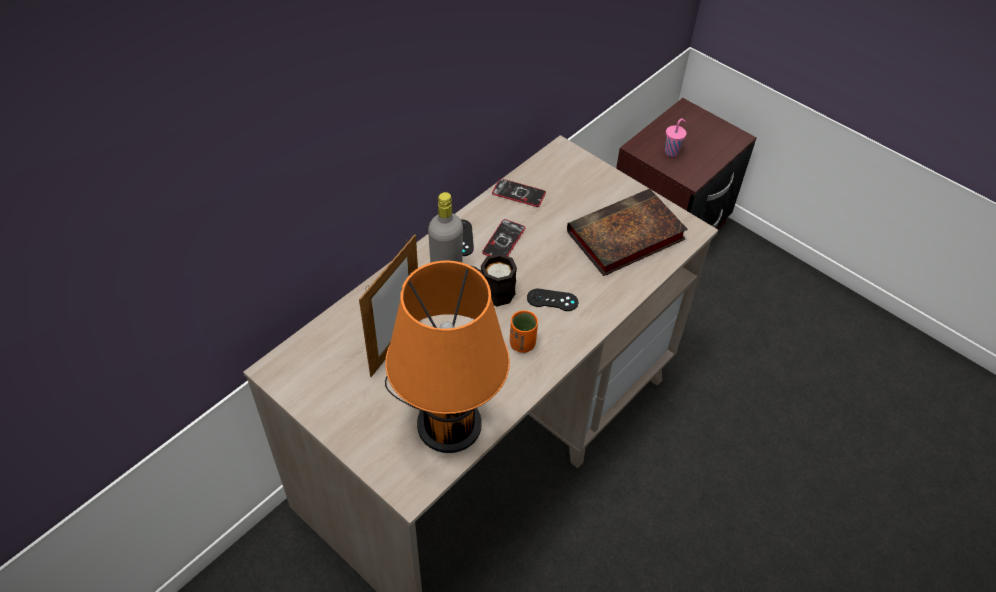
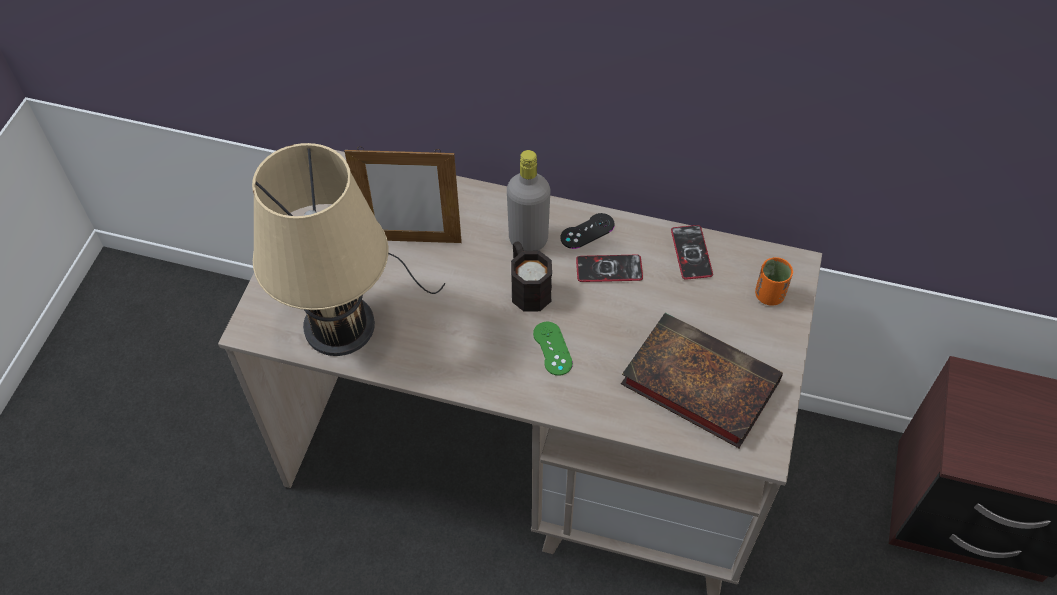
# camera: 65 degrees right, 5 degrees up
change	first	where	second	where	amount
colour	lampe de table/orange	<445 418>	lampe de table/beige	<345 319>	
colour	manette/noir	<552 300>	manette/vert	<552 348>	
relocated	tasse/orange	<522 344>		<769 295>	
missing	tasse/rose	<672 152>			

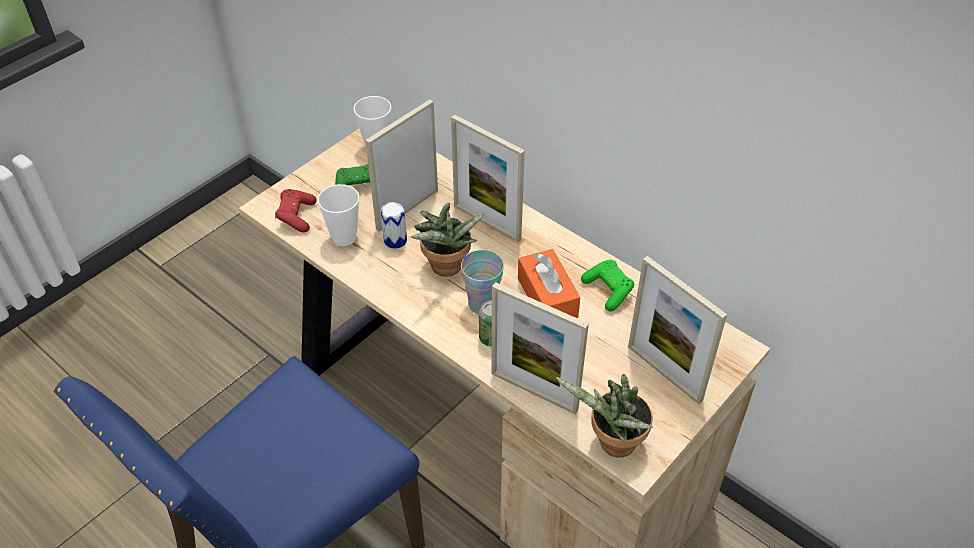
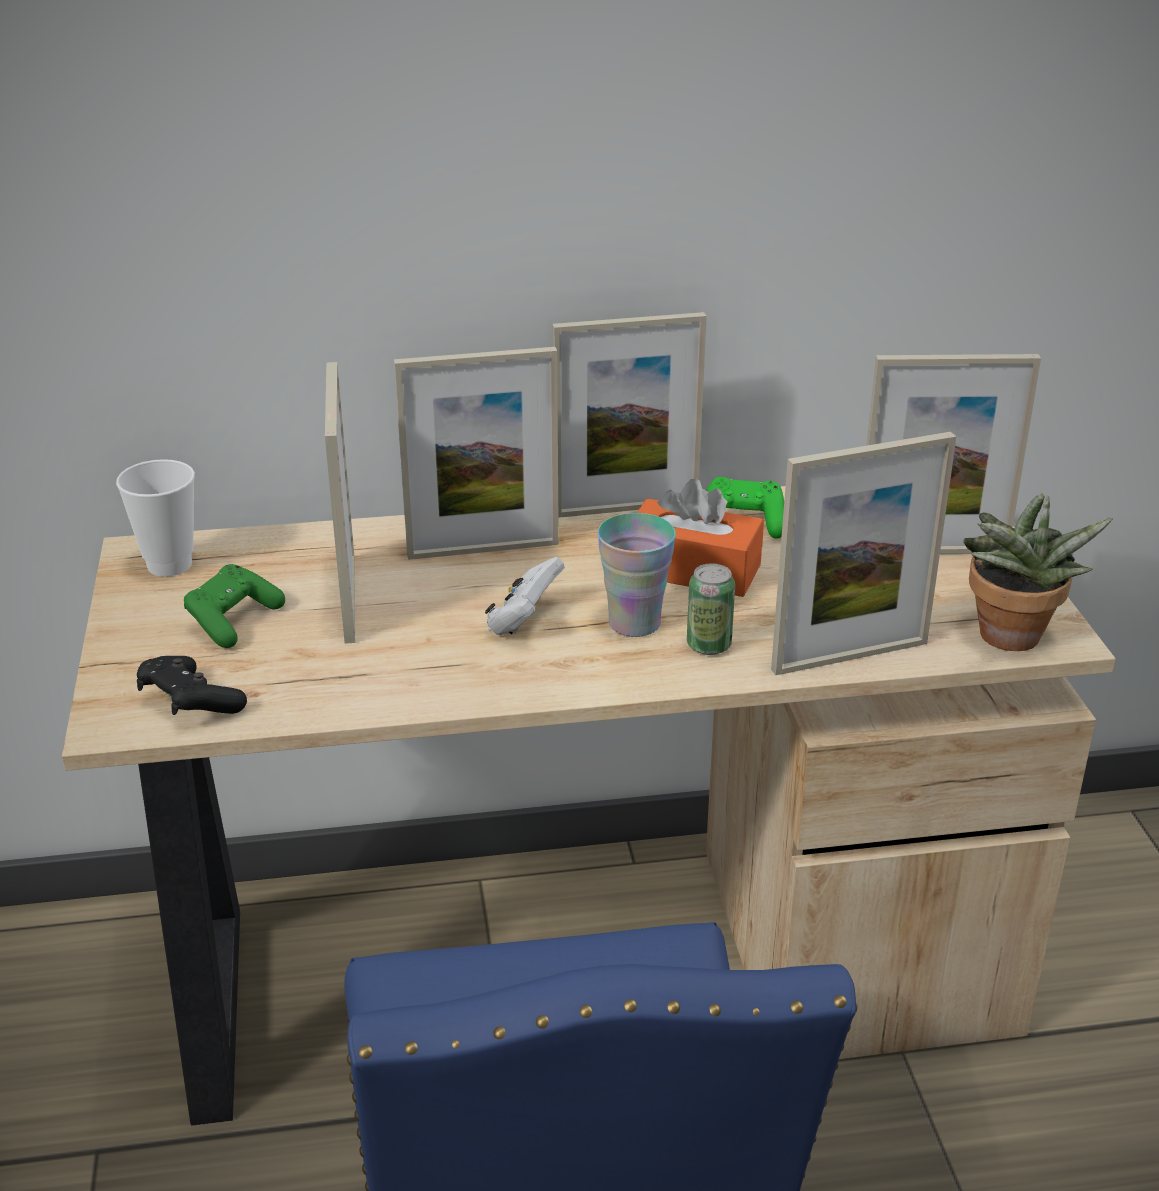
# camera: 50 degrees left, 15 degrees down
change	first	where	second	where	amount
colour	manette/rouge	<296 216>	manette/noir	<190 704>	
exchanged	plante en pot	<446 269>	manette/blanc	<524 621>	
appeared			cadre photo	<626 508>	
missing	tasse	<344 237>			
missing	boîte métallique	<395 240>			

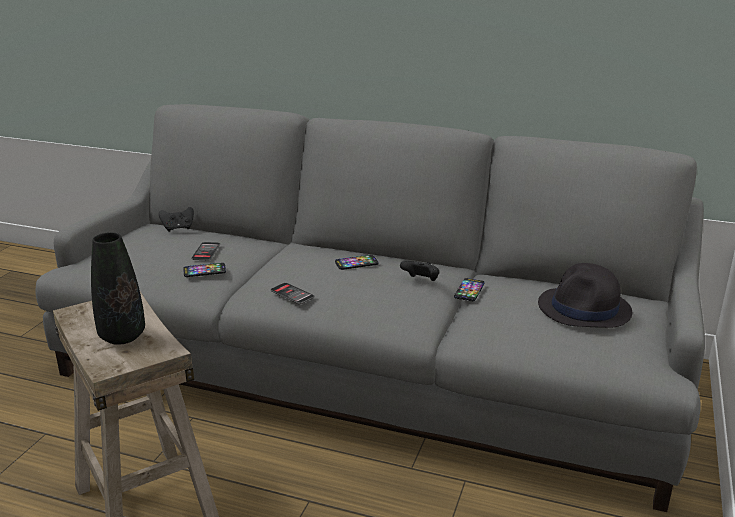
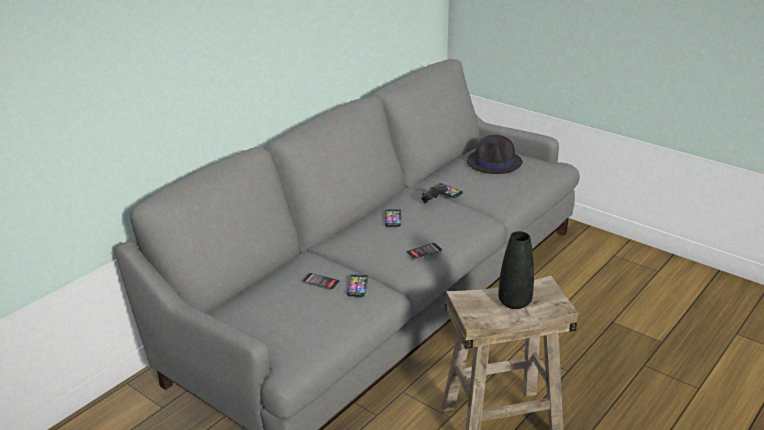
# camera: 70 degrees left, 5 degrees up
change	first	where	second	where	amount
missing	manette/noir	<178 228>			

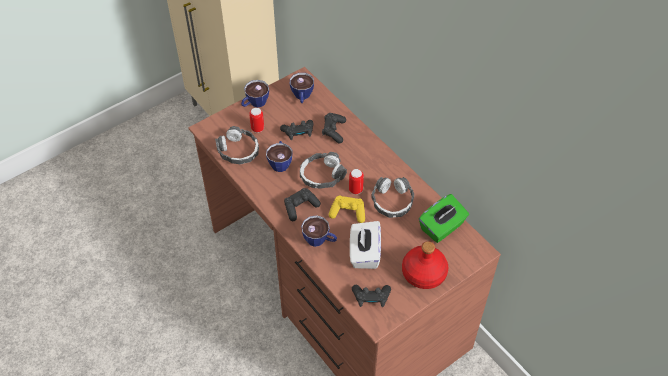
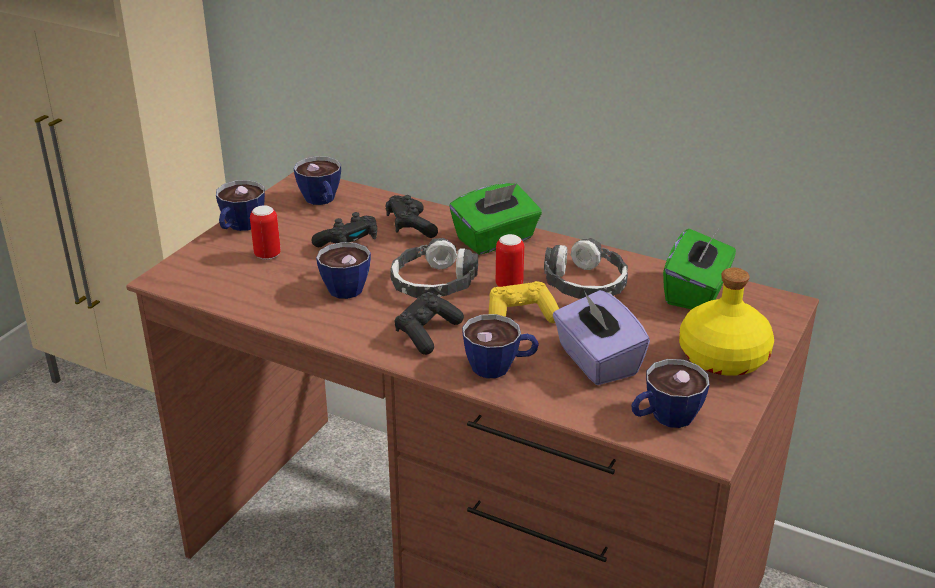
# camera: 25 degrees left, 20 degrees down
change	first	where	second	where	amount
appeared			boîte à mouchoirs/vert	<495 240>	
colour	boîte à mouchoirs/blanc	<364 253>	boîte à mouchoirs/violet	<596 361>	
exchanged	manette/noir	<371 298>	tasse	<664 418>	
colour	bouteille/rouge	<423 273>	bouteille/jaune	<722 357>	
missing	casque audio	<238 151>			

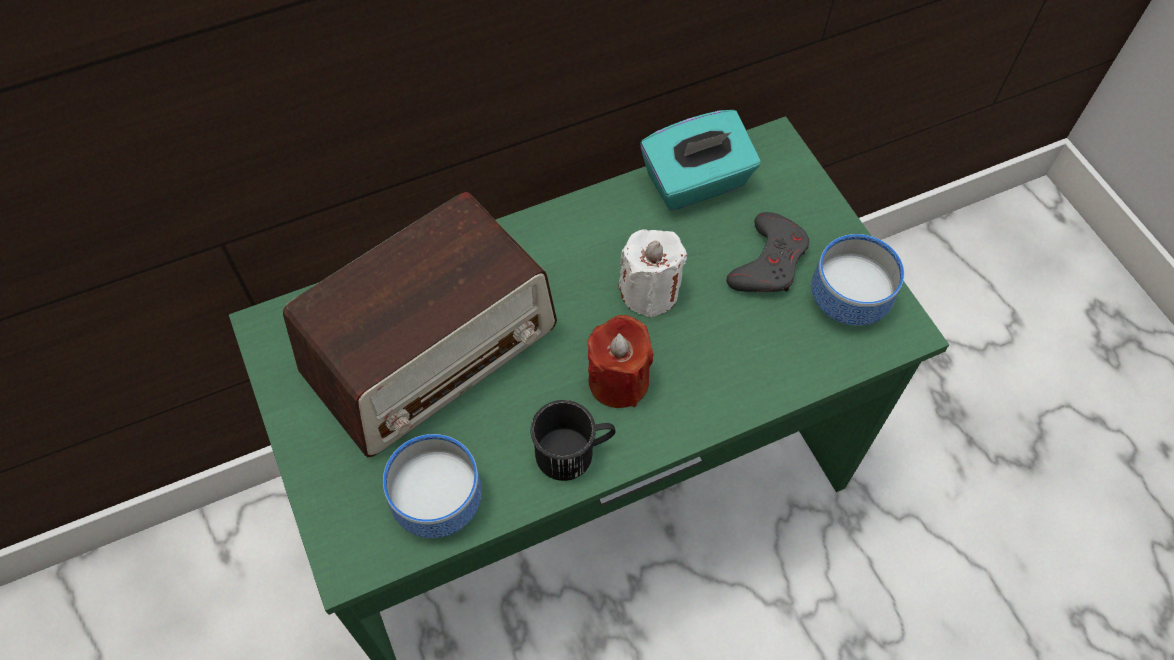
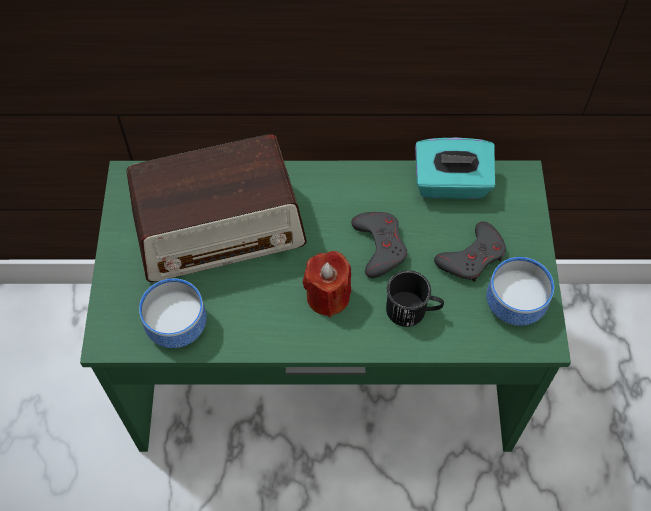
# camera: 25 degrees right, 0 degrees up
change	first	where	second	where	amount
exchanged	bougie/blanc	<649 291>	manette/gris	<379 246>	
relocated	mug/noir	<573 452>		<412 310>	

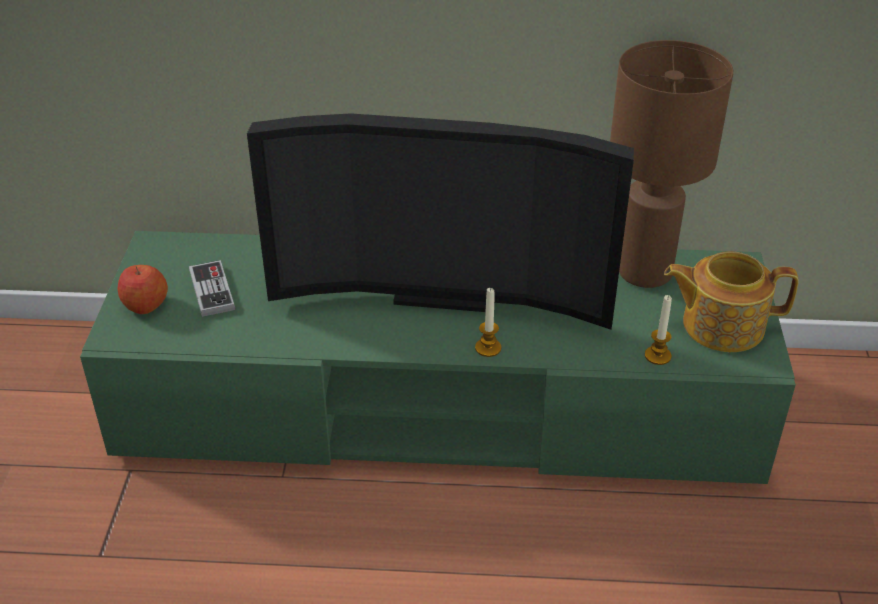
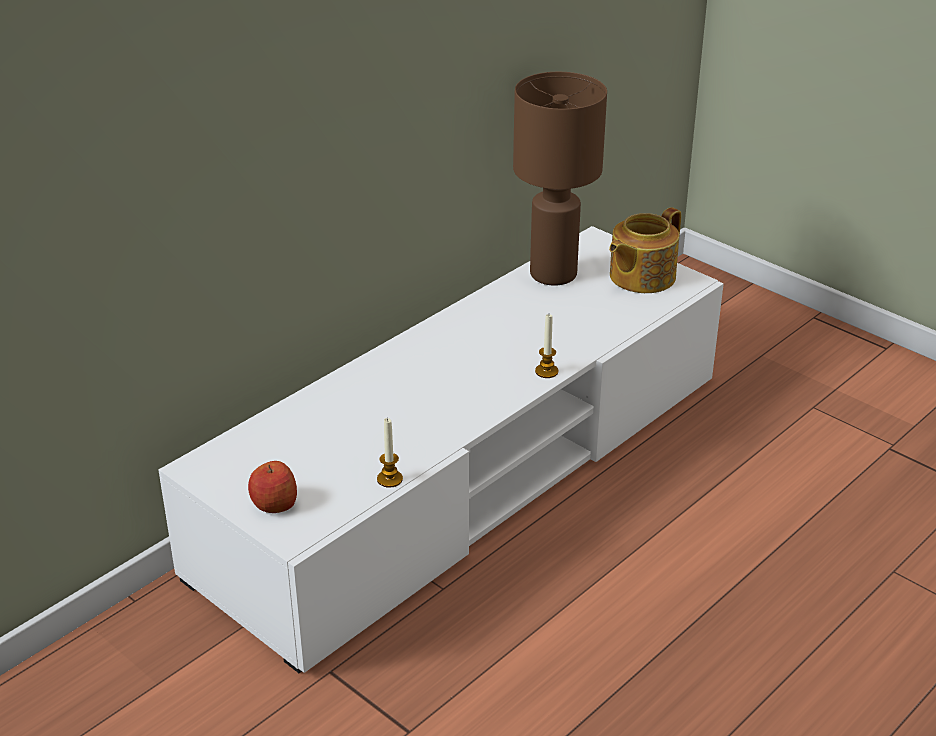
# camera: 50 degrees left, 5 degrees down
change	first	where	second	where	amount
colour	meuble télé/vert	<439 406>	meuble télé/blanc	<468 474>	
relocated	bougie	<657 356>		<389 479>	
missing	manette	<212 290>			
missing	téléviseur	<444 289>			

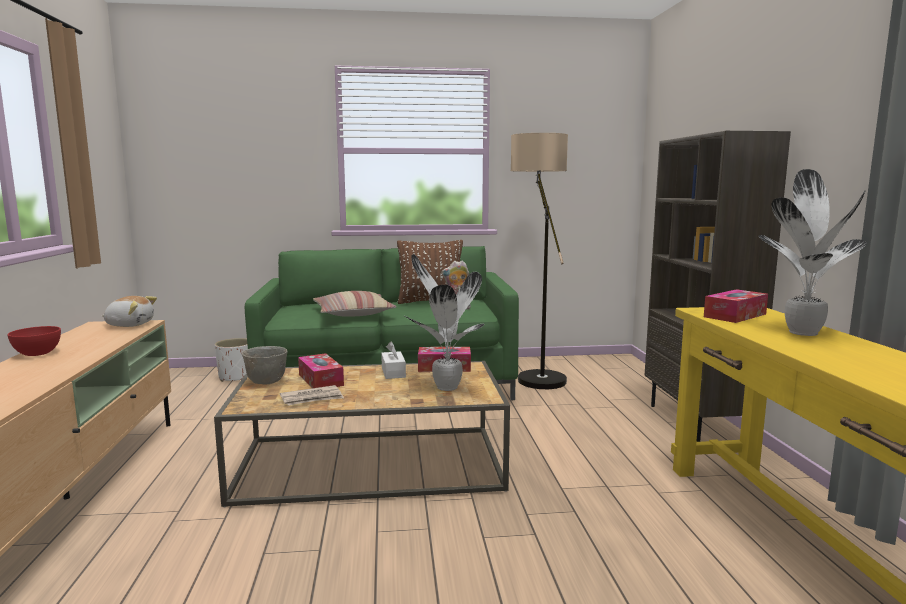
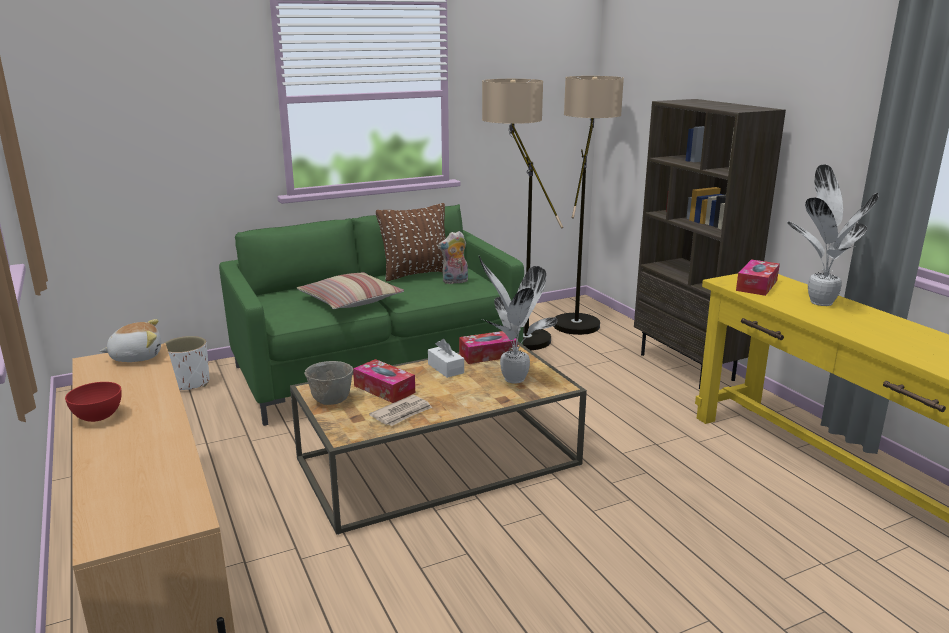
# camera: 20 degrees left, 10 degrees up
change	first	where	second	where	amount
appeared			lampadaire	<579 319>	

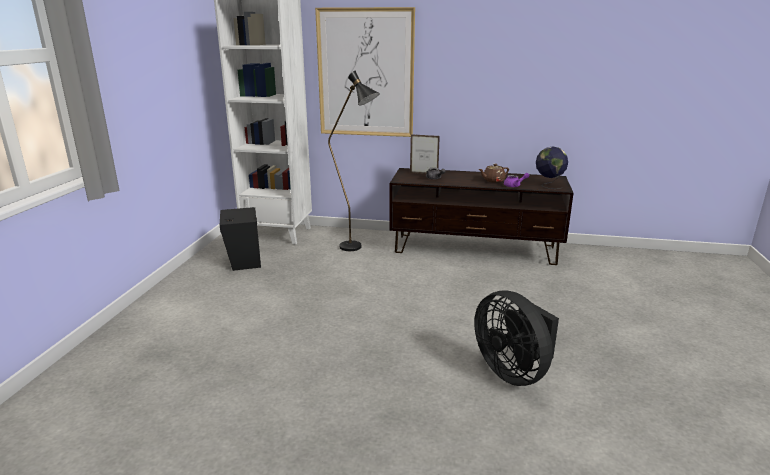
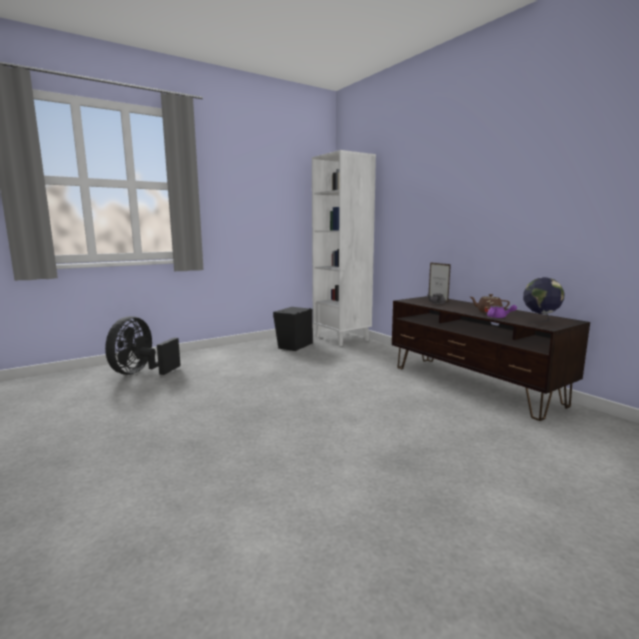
# camera: 45 degrees right, 10 degrees down
change	first	where	second	where	amount
relocated	ventilateur/noir	<513 371>		<141 373>	
missing	tableau	<365 73>			
missing	lampadaire/noir	<357 248>			

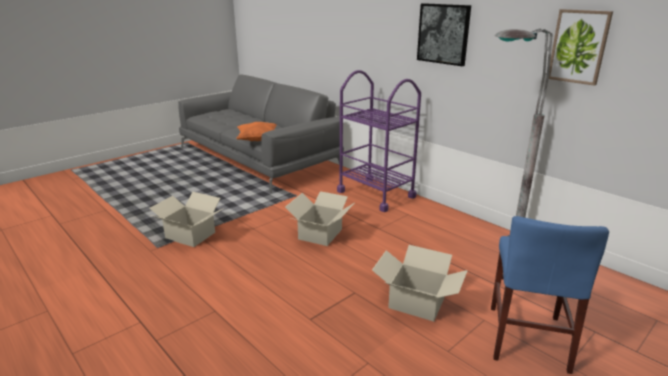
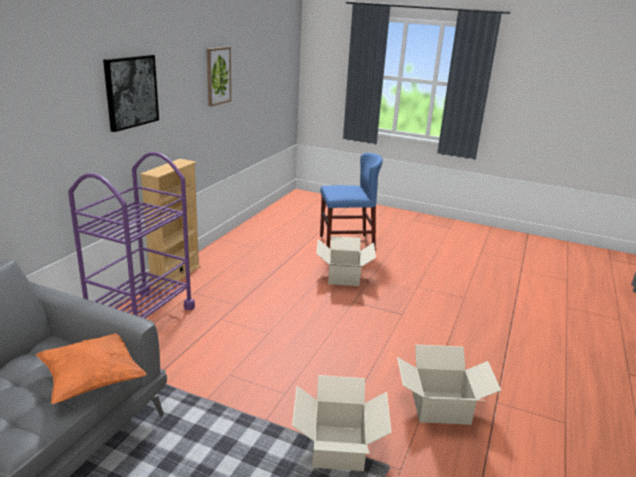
# camera: 115 degrees left, 0 degrees up
change	first	where	second	where	amount
appeared			bibliothèque/beige	<175 275>	
relocated	carton	<321 234>		<440 407>	
missing	lampadaire/gris	<492 248>			

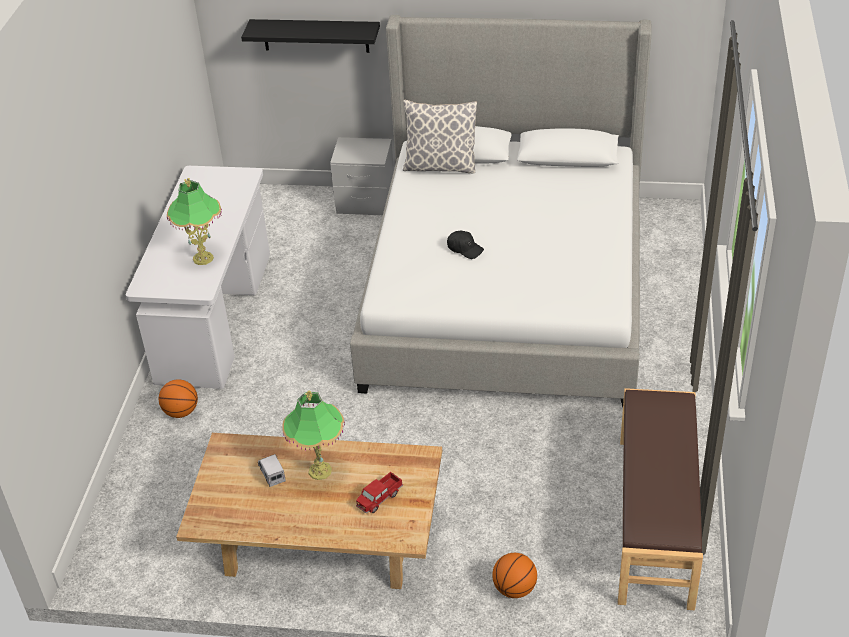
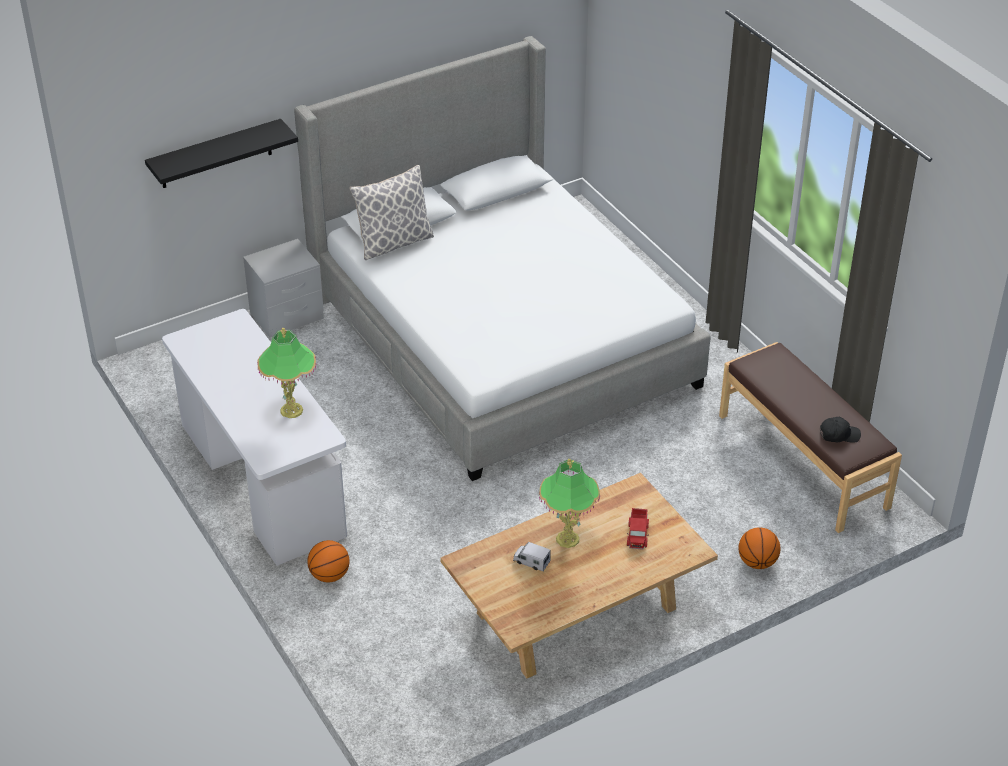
# camera: 40 degrees left, 0 degrees up
change	first	where	second	where	amount
relocated	casquette/noir	<465 249>		<839 435>	

